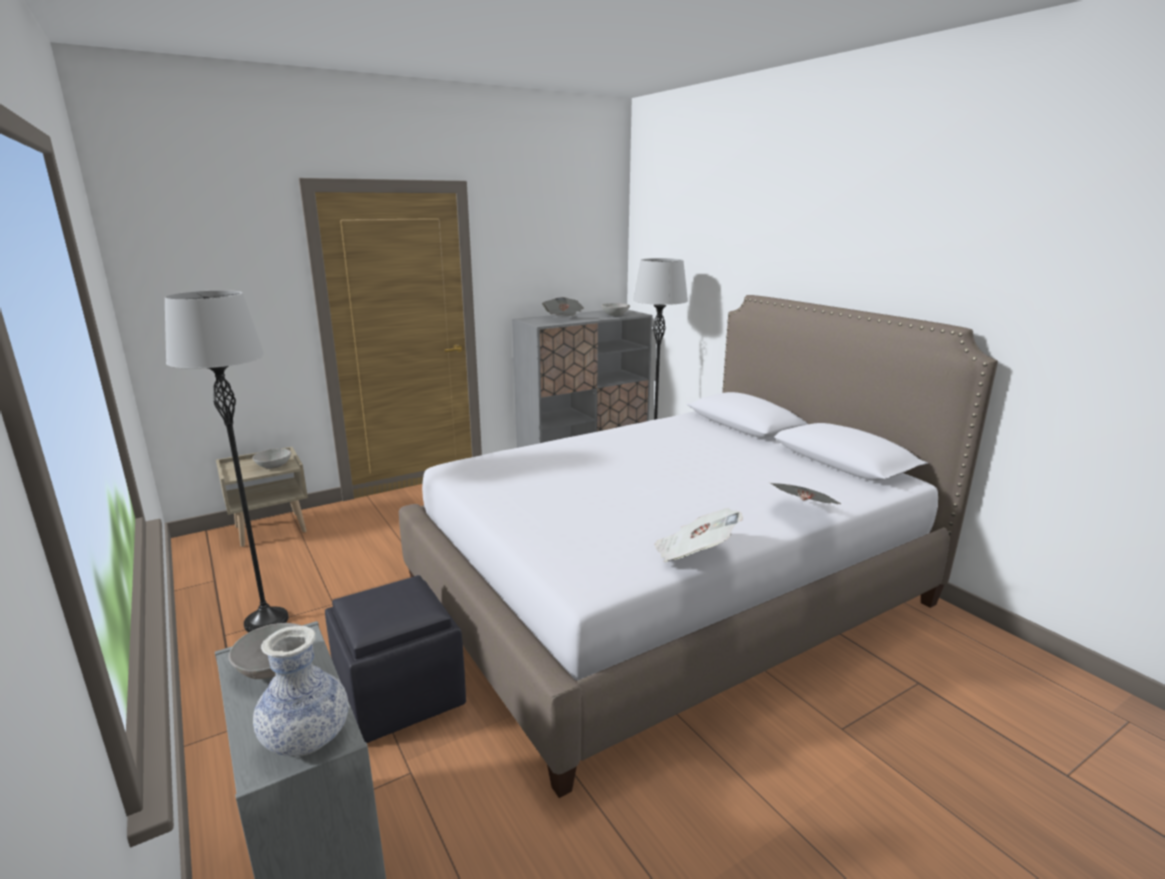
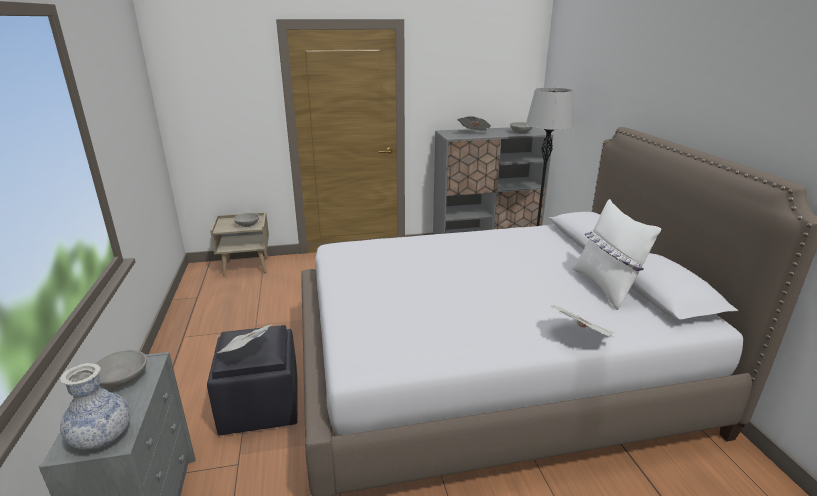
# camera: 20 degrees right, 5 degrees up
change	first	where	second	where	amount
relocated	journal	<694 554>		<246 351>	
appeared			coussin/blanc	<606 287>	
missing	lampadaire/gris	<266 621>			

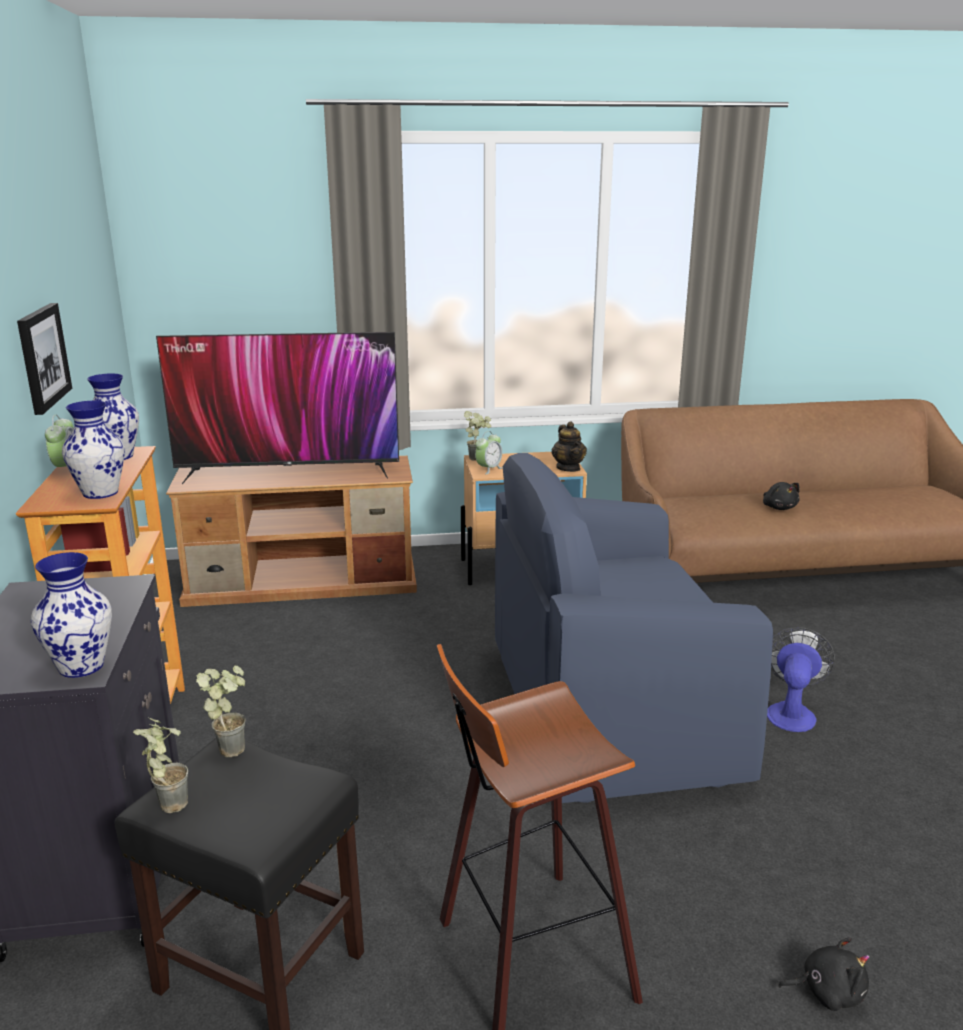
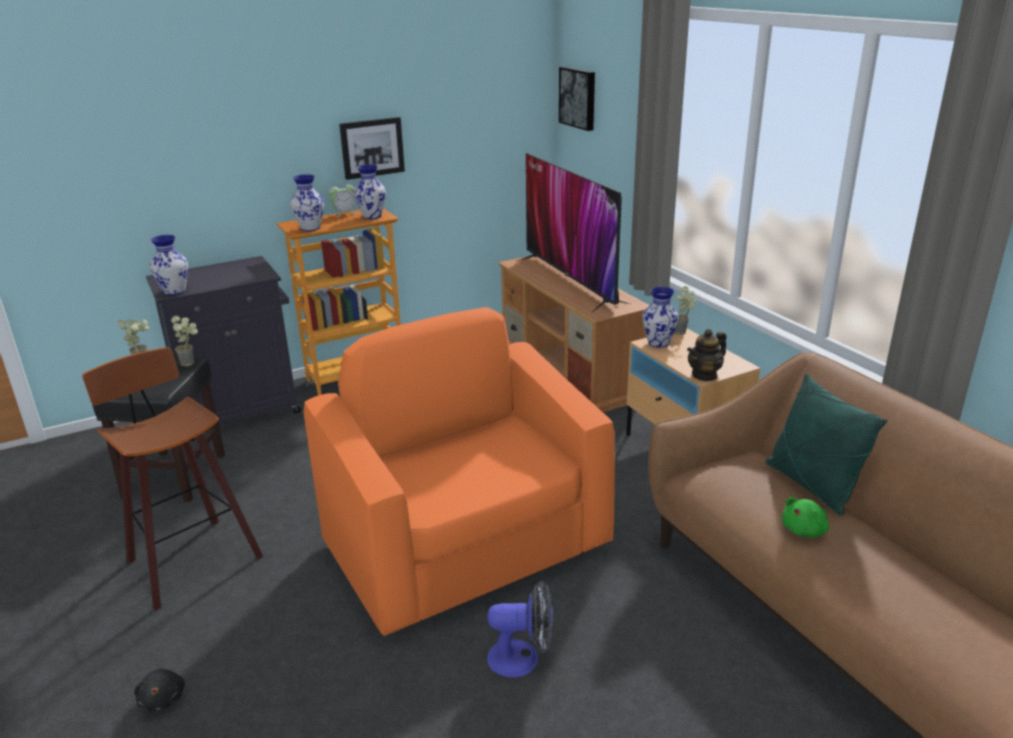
# camera: 70 degrees right, 5 degrees up
change	first	where	second	where	amount
colour	fauteuil/bleu	<609 710>	fauteuil/orange	<467 545>	
appeared			tableau	<578 98>	
exchanged	réveil	<488 469>	vase	<659 343>	
appeared			coussin/vert	<811 485>	
colour	peluche/noir	<779 507>	peluche/vert	<805 530>	

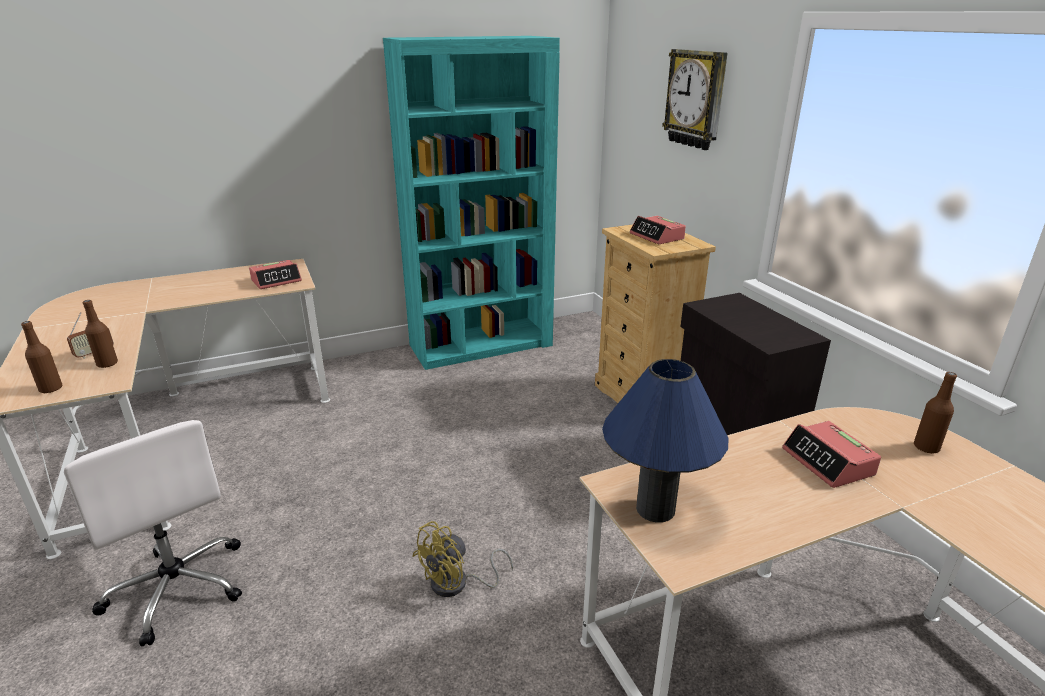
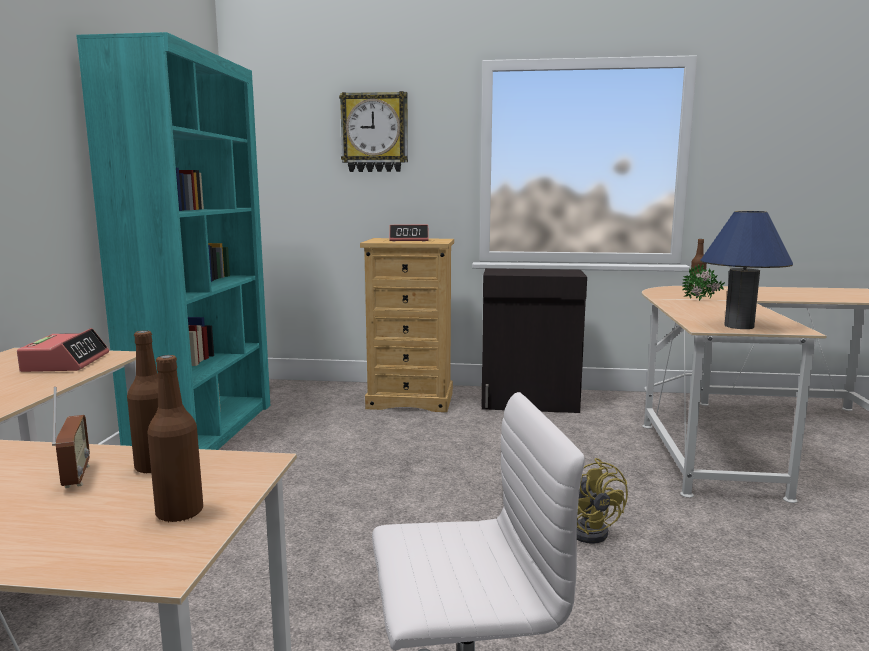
# camera: 60 degrees left, 15 degrees down
change	first	where	second	where	amount
exchanged	réveil	<828 462>	plante en pot	<702 300>	

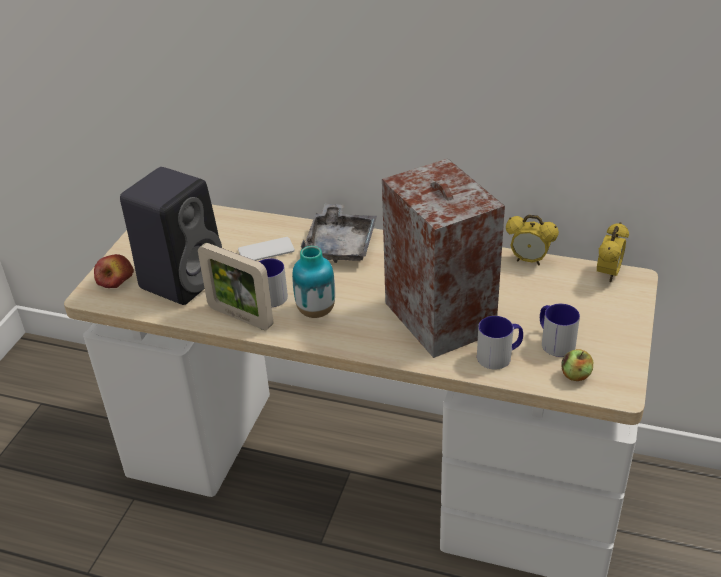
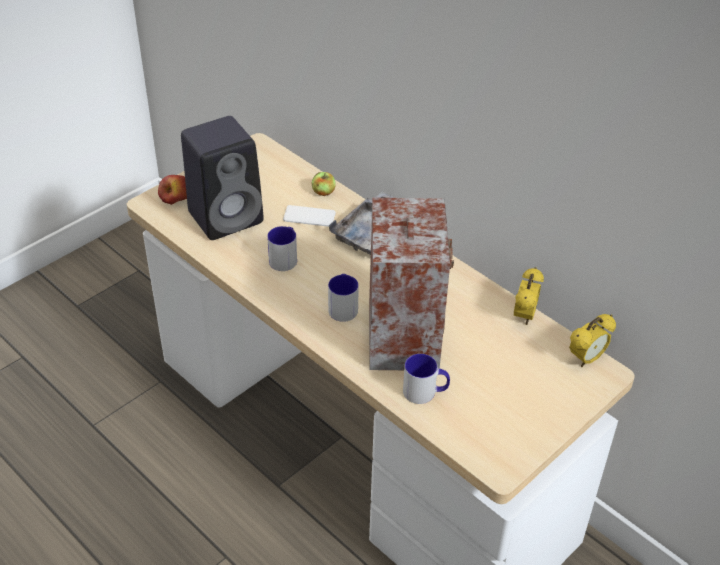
# camera: 25 degrees right, 5 degrees up
change	first	where	second	where	amount
relocated	pomme	<575 375>		<323 192>	
relocated	mug	<554 341>		<343 306>	
spun	réveil	<529 261>		<524 316>	120 degrees counterclockwise
missing	cadre photo	<240 317>			
missing	vase	<316 311>			

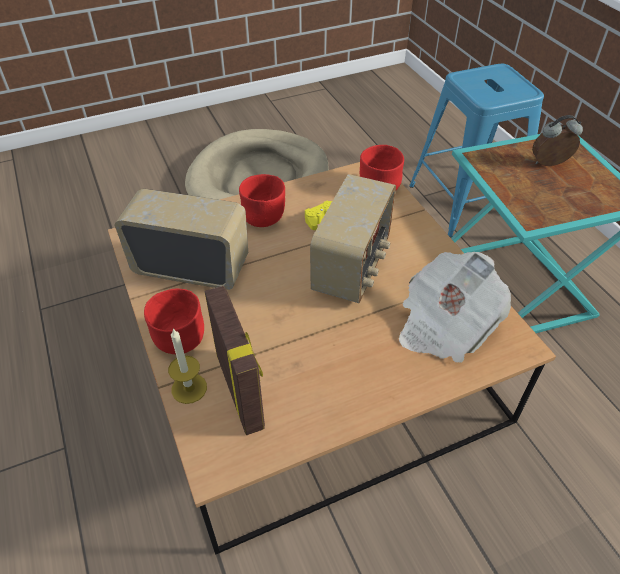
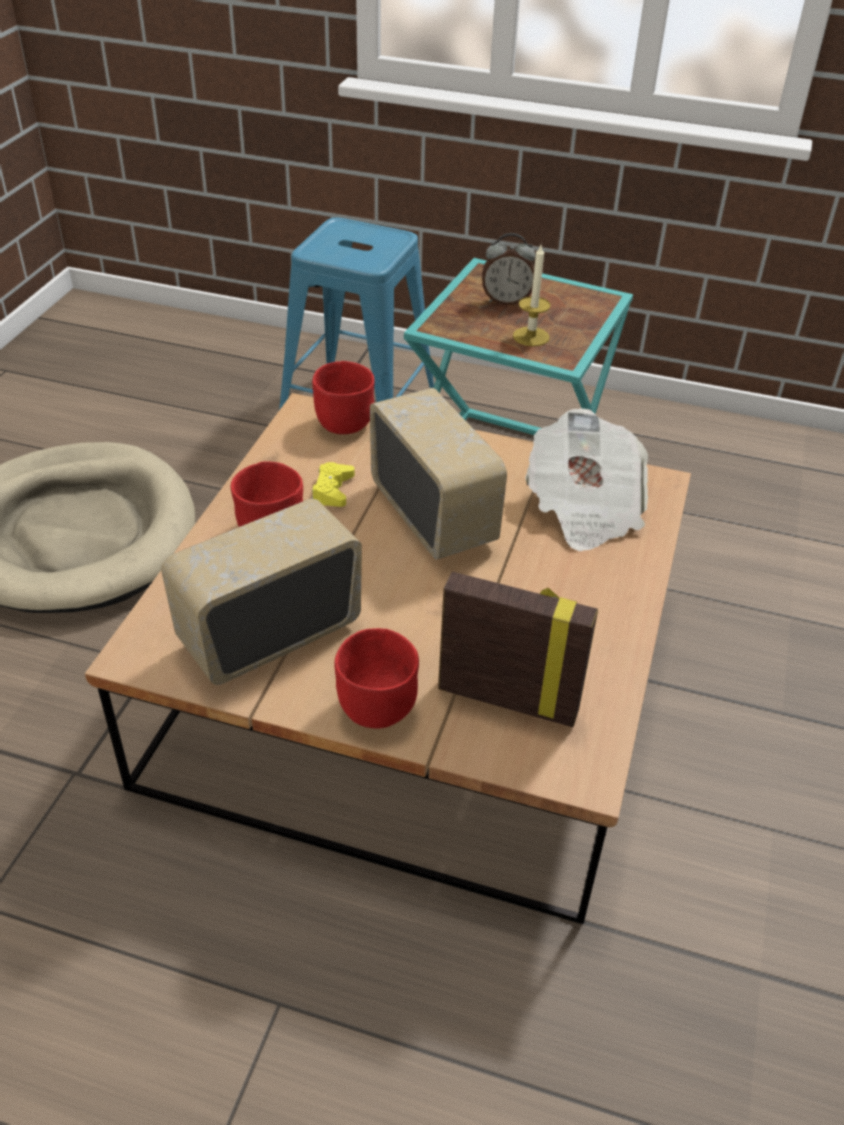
# camera: 50 degrees left, 5 degrees down
change	first	where	second	where	amount
spun	réveil	<550 165>		<506 301>	120 degrees counterclockwise
relocated	bougie	<189 388>		<531 336>	

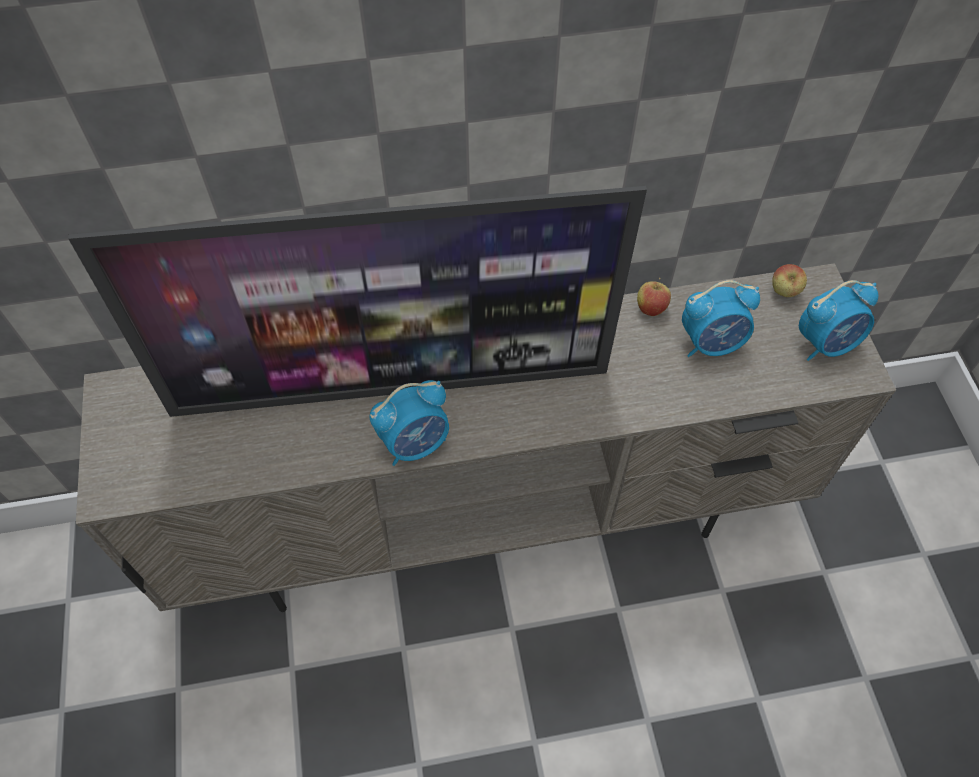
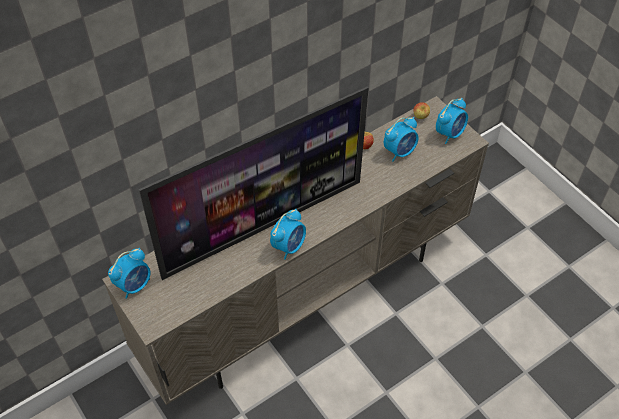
# camera: 25 degrees left, 5 degrees down
change	first	where	second	where	amount
appeared			réveil	<134 285>	

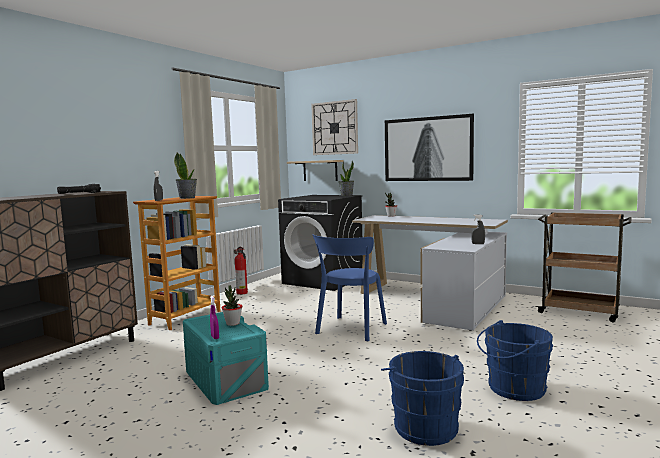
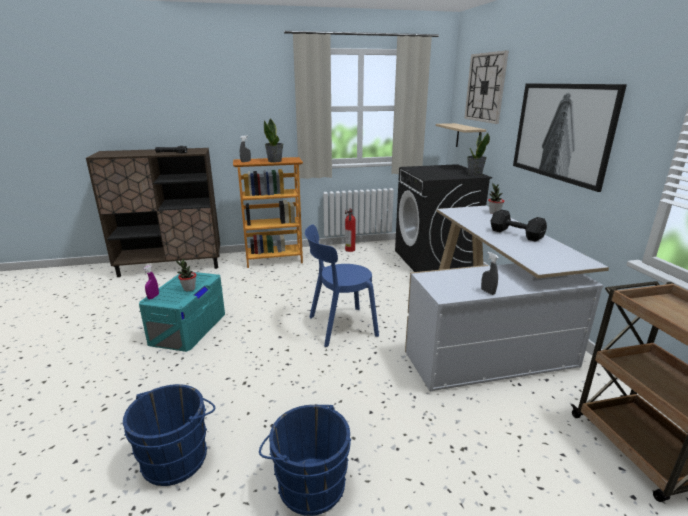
# camera: 45 degrees right, 15 degrees up
change	first	where	second	where	amount
appeared			haltère/noir	<515 234>	

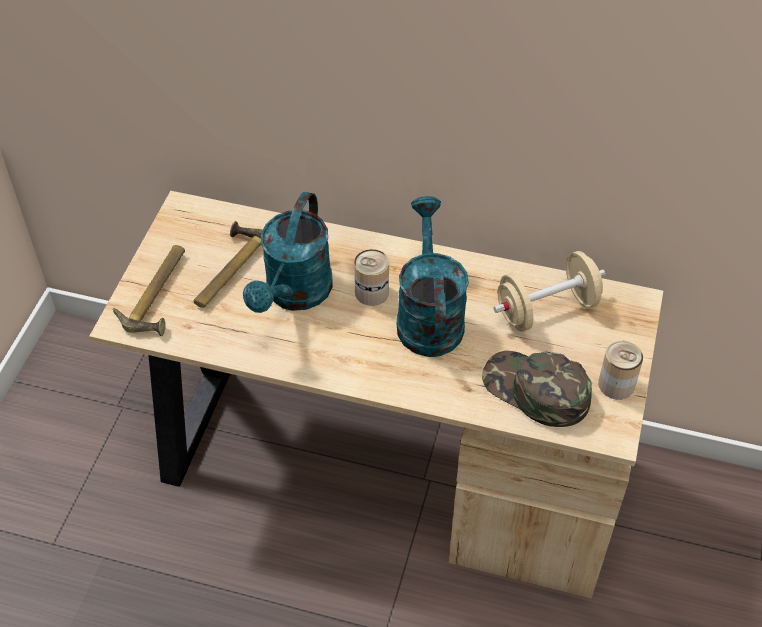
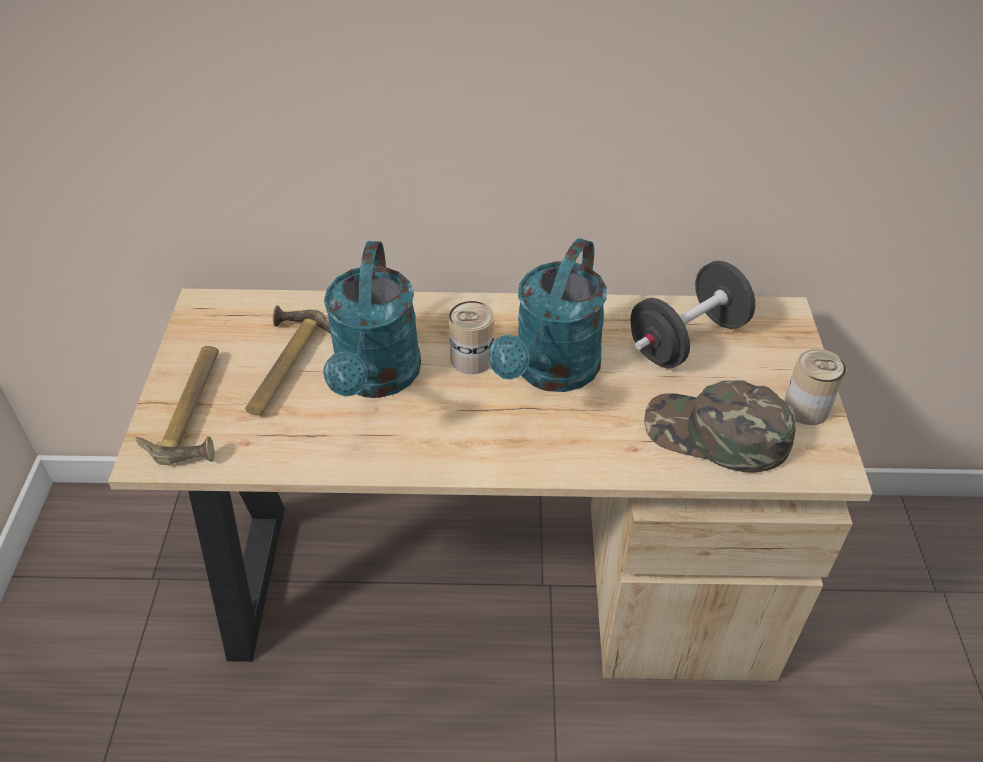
# camera: 15 degrees left, 5 degrees down
change	first	where	second	where	amount
spun	arrosoir/turquoise	<428 316>		<551 373>	135 degrees counterclockwise
colour	haltère/beige	<546 309>	haltère/noir	<687 340>	

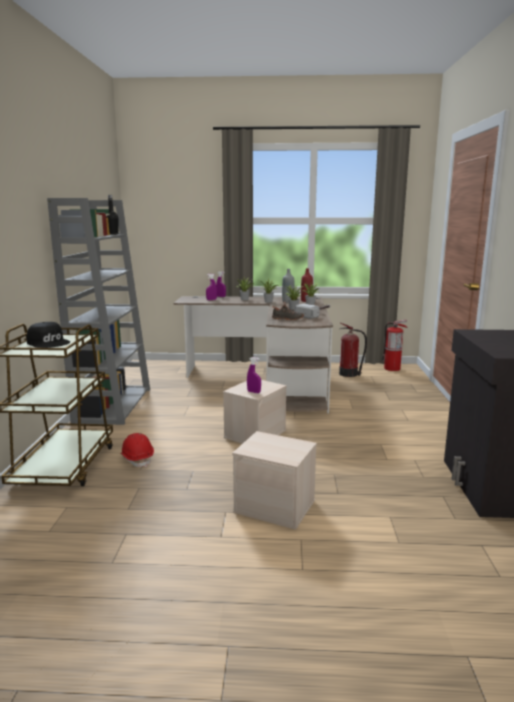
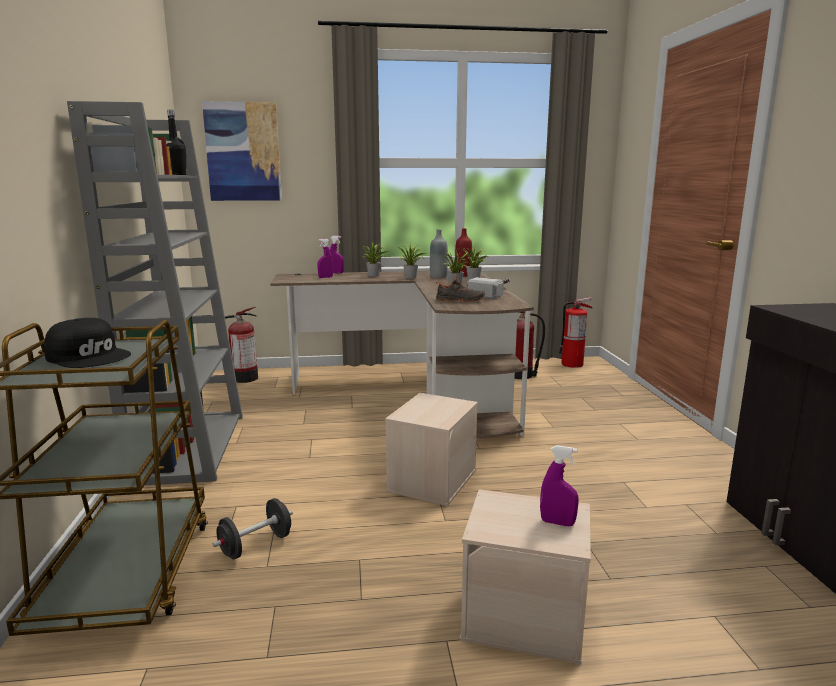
# camera: 10 degrees left, 0 degrees up
change	first	where	second	where	amount
appeared			tableau	<243 152>	
exchanged	casque de chantier/rouge	<137 459>	haltère/noir	<255 545>	
appeared			extincteur	<243 378>	
relocated	vaporisateur/violet	<254 392>		<557 523>	

